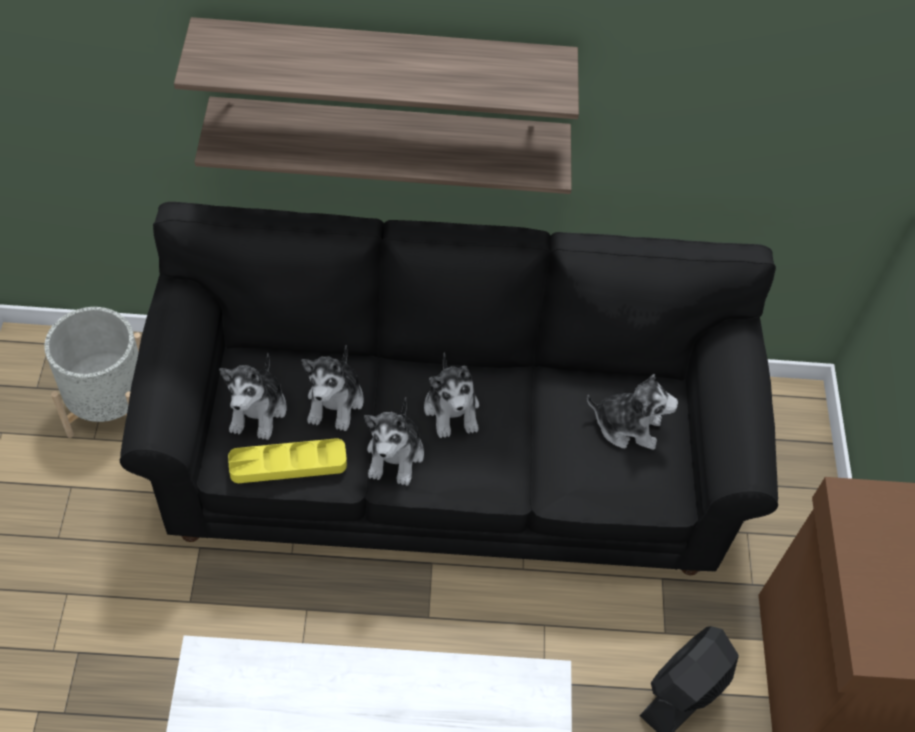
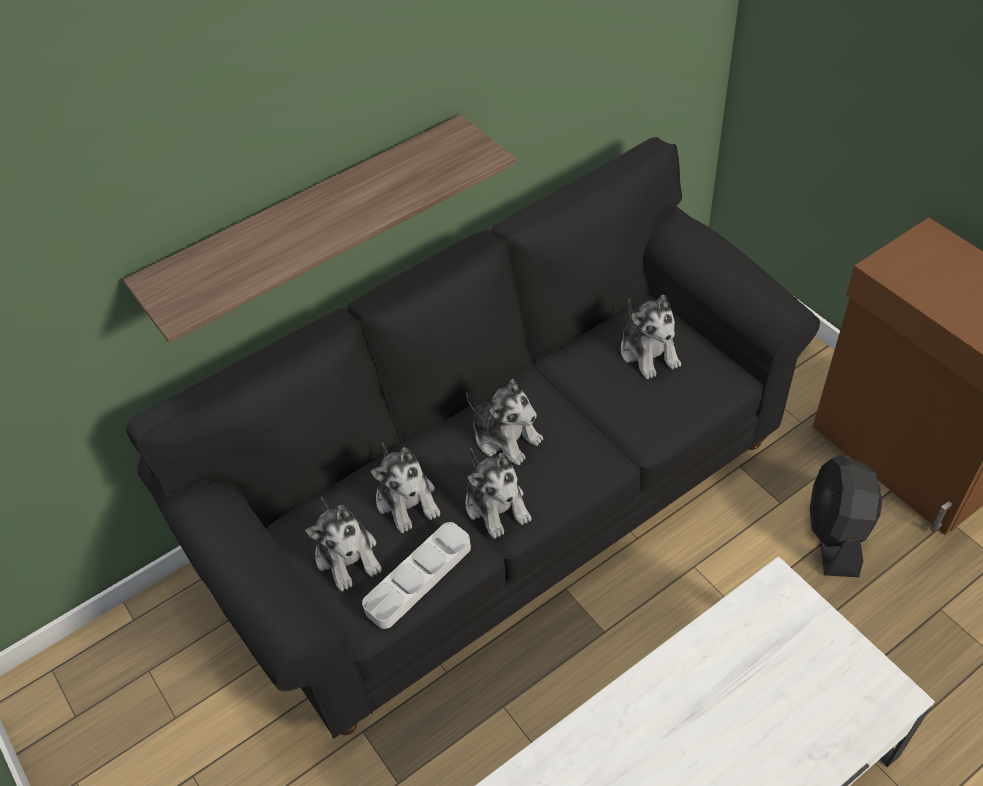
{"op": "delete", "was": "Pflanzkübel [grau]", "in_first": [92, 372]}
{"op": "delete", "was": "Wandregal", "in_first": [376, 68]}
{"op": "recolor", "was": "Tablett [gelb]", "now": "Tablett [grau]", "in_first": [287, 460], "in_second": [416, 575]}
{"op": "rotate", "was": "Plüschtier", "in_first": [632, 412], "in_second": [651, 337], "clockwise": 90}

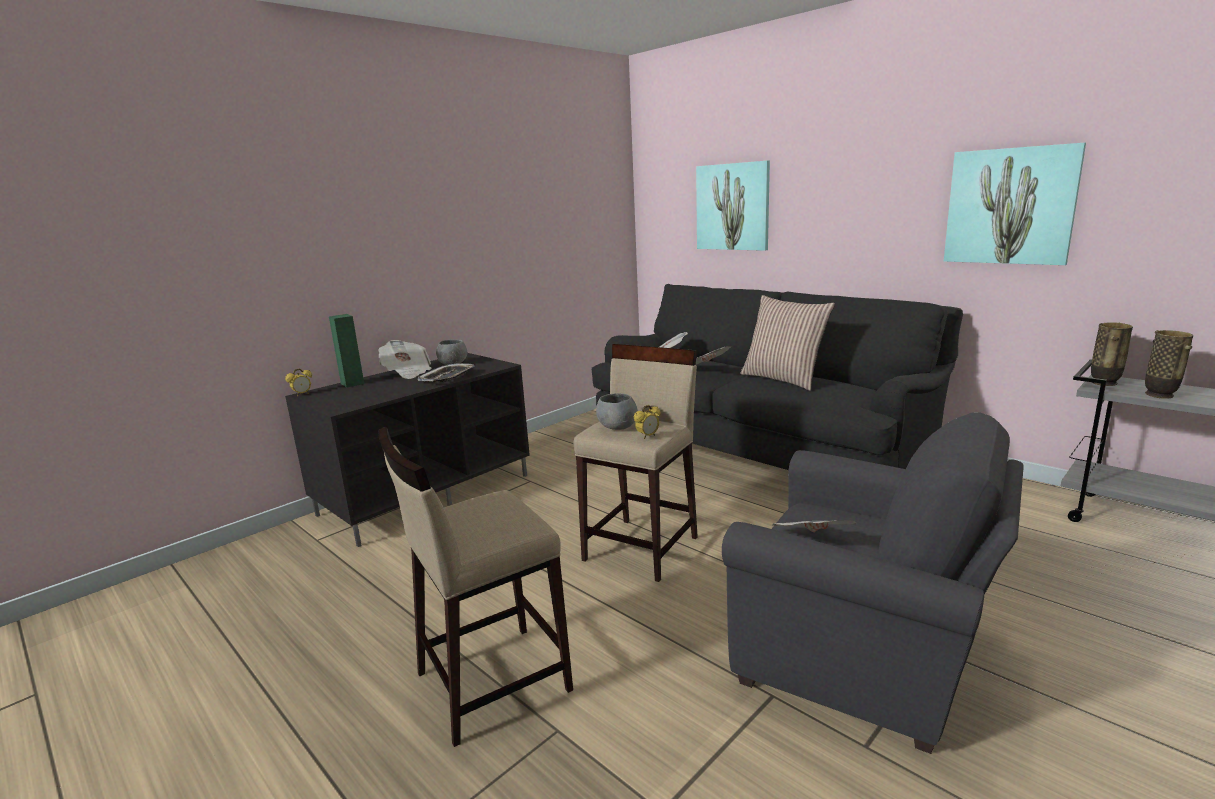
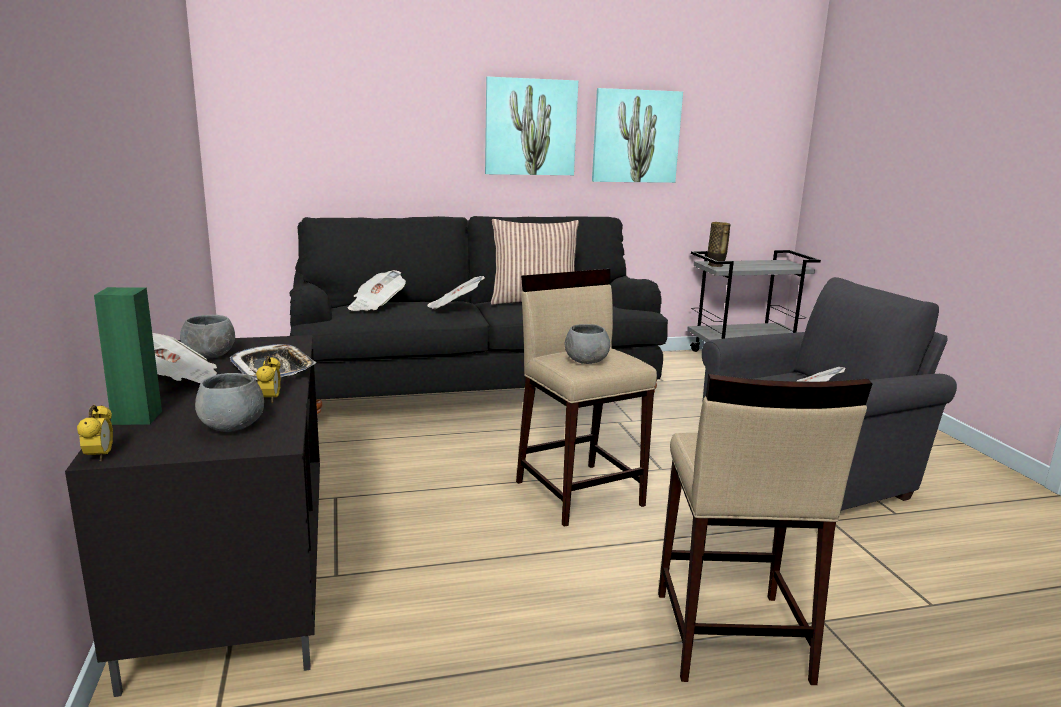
{"op": "move", "was": "Wecker", "in_first": [647, 422], "in_second": [268, 379]}
{"op": "move", "was": "Bild", "in_first": [733, 206], "in_second": [531, 126]}
{"op": "delete", "was": "Vase", "in_first": [1169, 364]}
{"op": "insert", "now": "Schüssel [grau]", "in_second": [229, 402]}

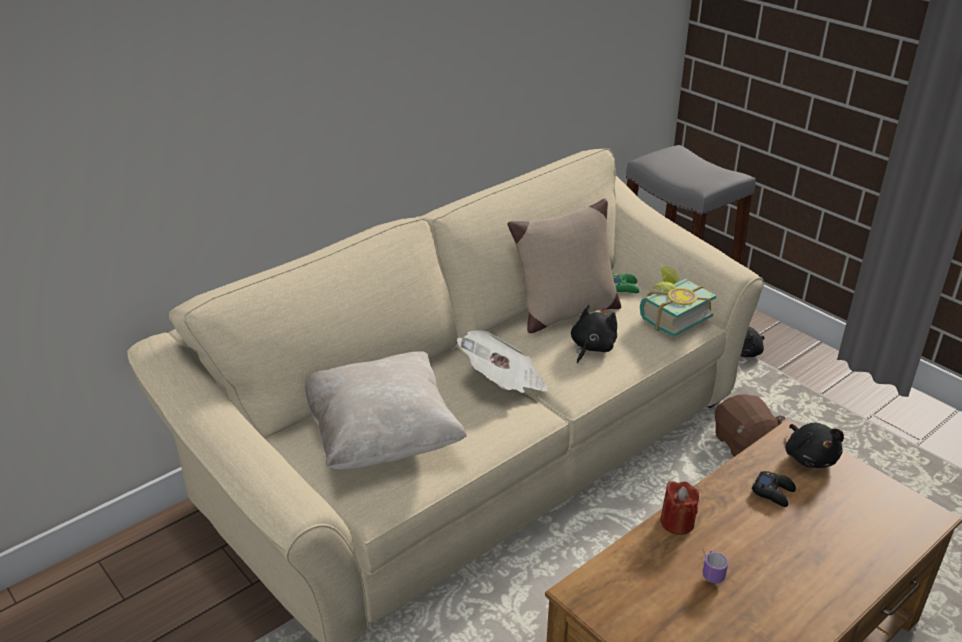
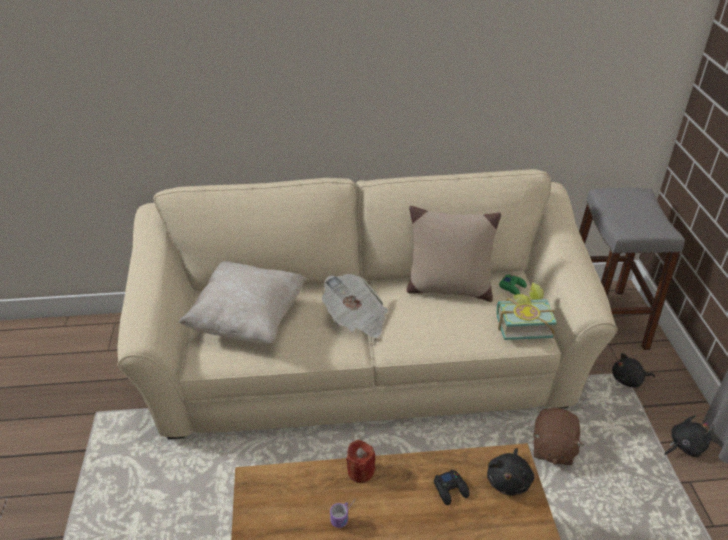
{"op": "move", "was": "Plüschtier [schwarz]", "in_first": [594, 334], "in_second": [688, 436]}

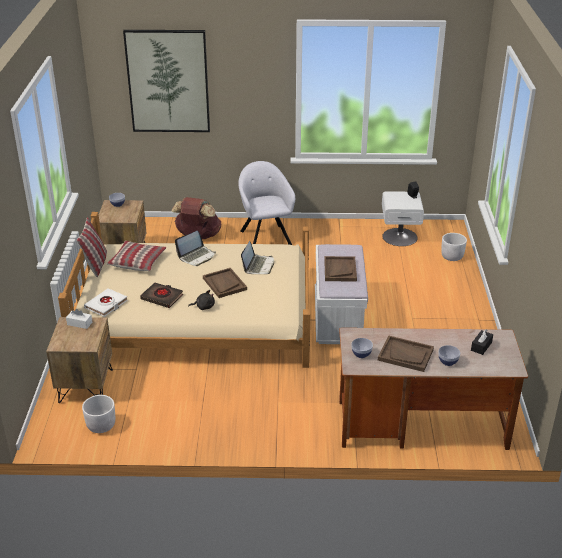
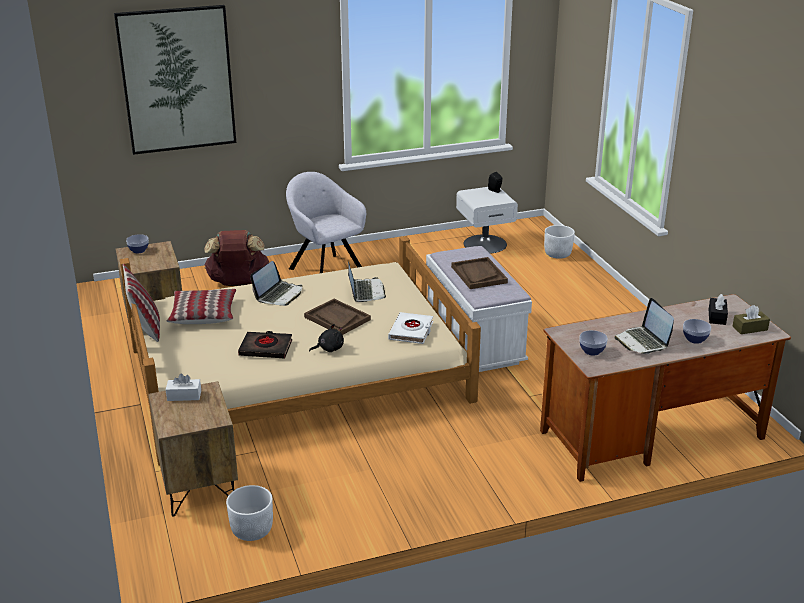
{"op": "move", "was": "Buch [weiß]", "in_first": [106, 302], "in_second": [410, 328]}
{"op": "replace", "was": "Tablett [braun]", "now": "Laptop", "in_first": [406, 354], "in_second": [644, 326]}
{"op": "insert", "now": "Taschentuchbox [braun]", "in_second": [751, 319]}

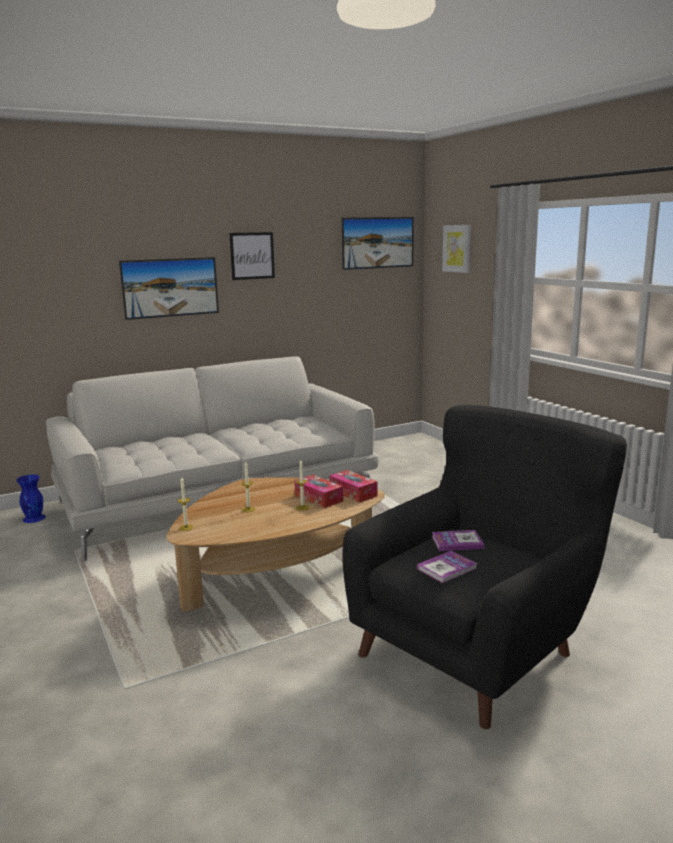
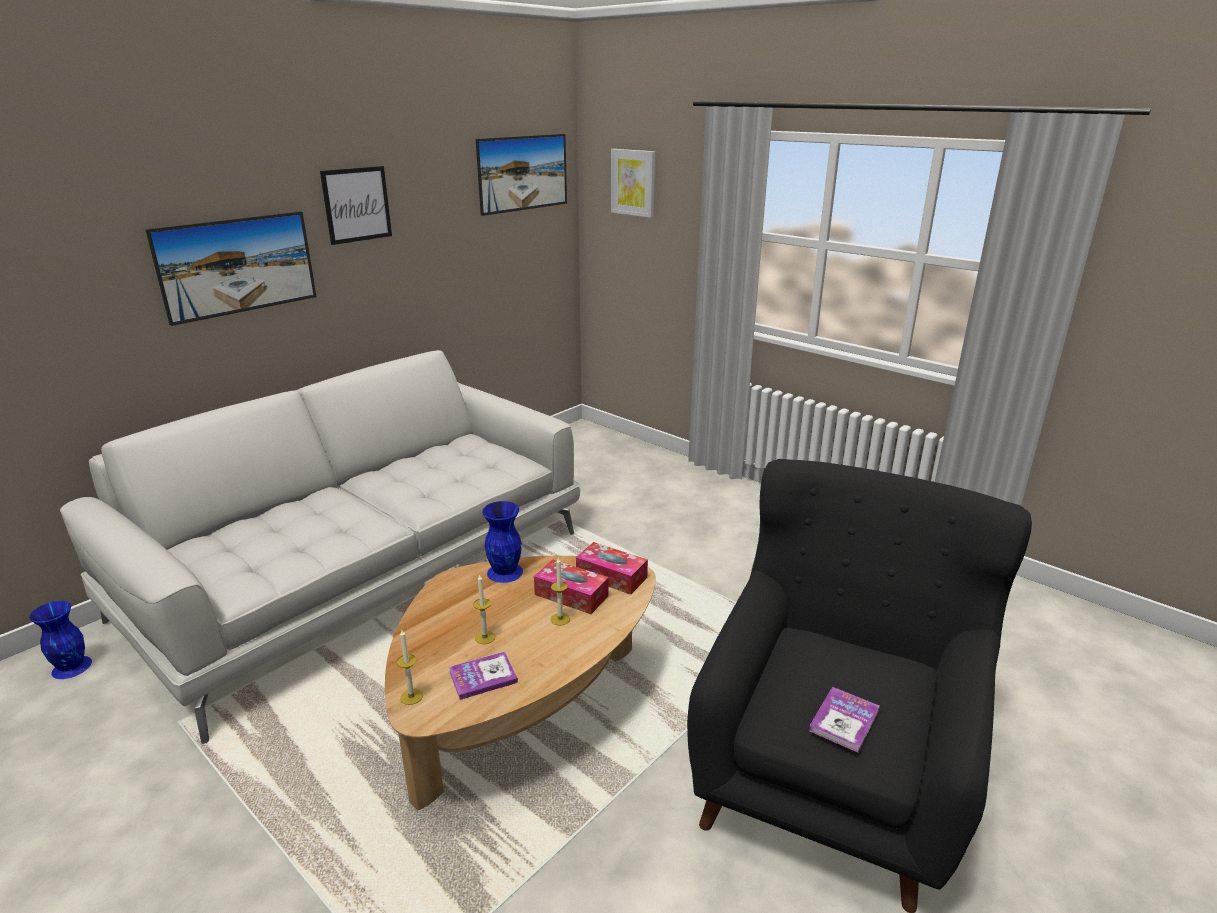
{"op": "move", "was": "Buch", "in_first": [458, 540], "in_second": [483, 675]}
{"op": "insert", "now": "Vase [blau]", "in_second": [502, 542]}

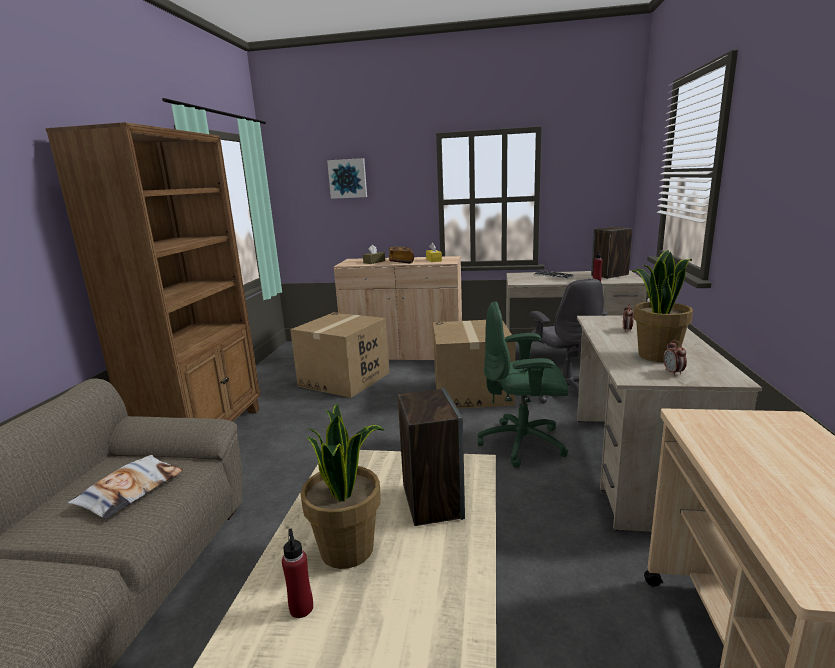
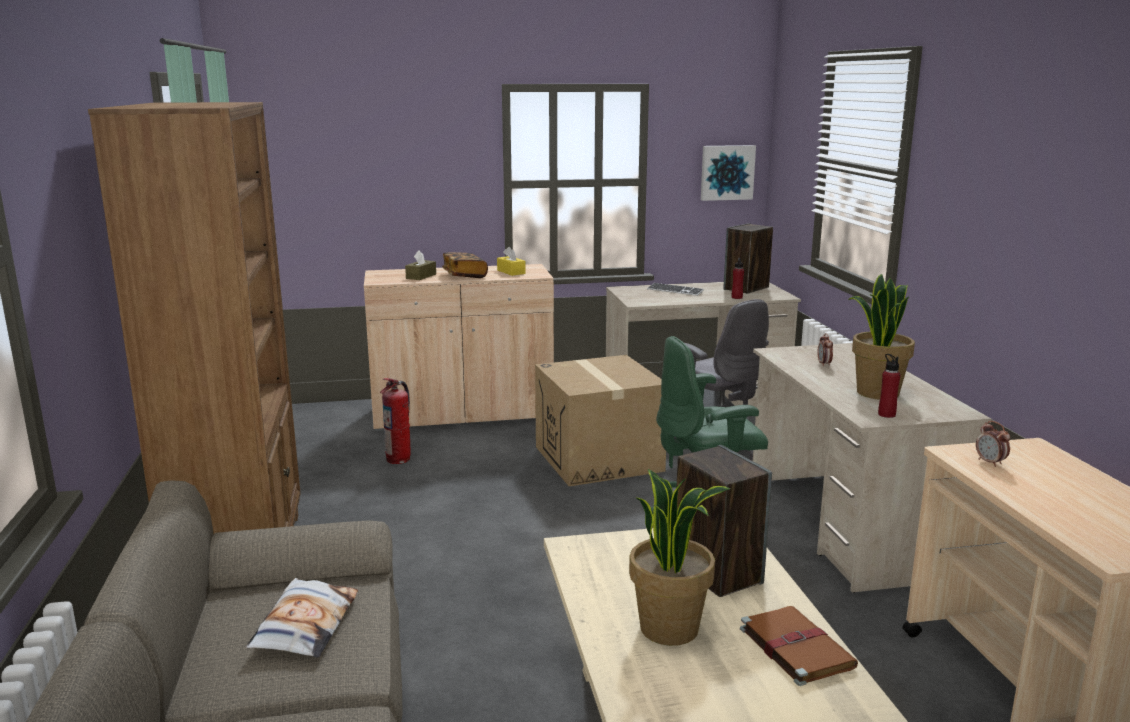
{"op": "move", "was": "Flasche [rot]", "in_first": [297, 573], "in_second": [889, 386]}
{"op": "replace", "was": "Karton", "now": "Feuerlöscher", "in_first": [339, 355], "in_second": [395, 421]}
{"op": "move", "was": "Bild", "in_first": [347, 178], "in_second": [728, 173]}
{"op": "move", "was": "Wecker", "in_first": [675, 358], "in_second": [993, 444]}
{"op": "insert", "now": "Buch [braun]", "in_second": [799, 646]}

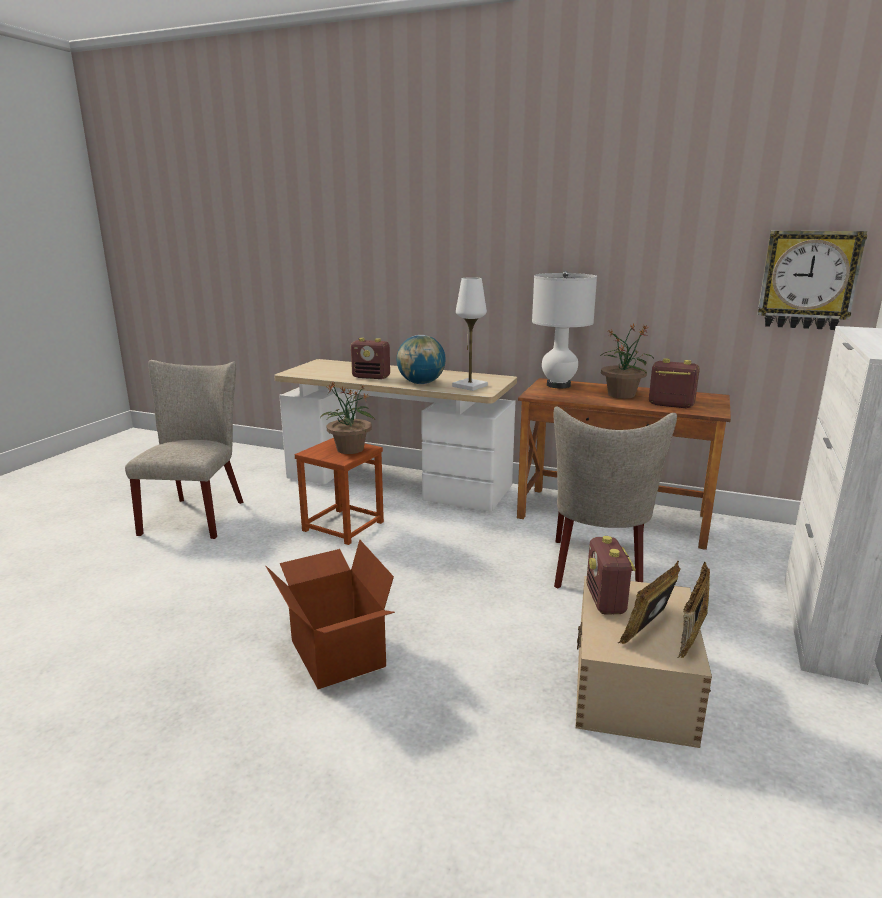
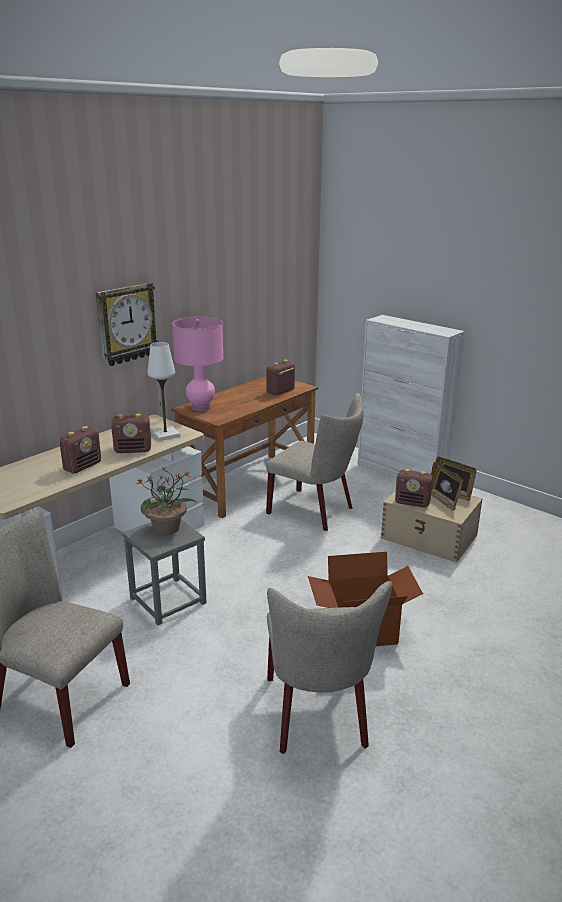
{"op": "recolor", "was": "Hocker [braun]", "now": "Hocker [grau]", "in_first": [339, 491], "in_second": [164, 572]}
{"op": "replace", "was": "Globus", "now": "Radio", "in_first": [421, 359], "in_second": [131, 433]}
{"op": "recolor", "was": "Tischlampe [weiß]", "now": "Tischlampe [rosa]", "in_first": [564, 329], "in_second": [198, 363]}
{"op": "delete", "was": "Topfpflanze", "in_first": [627, 361]}
{"op": "move", "was": "Wanduhr", "in_first": [812, 280], "in_second": [127, 324]}
{"op": "insert", "now": "Stuhl [beige]", "in_second": [329, 667]}

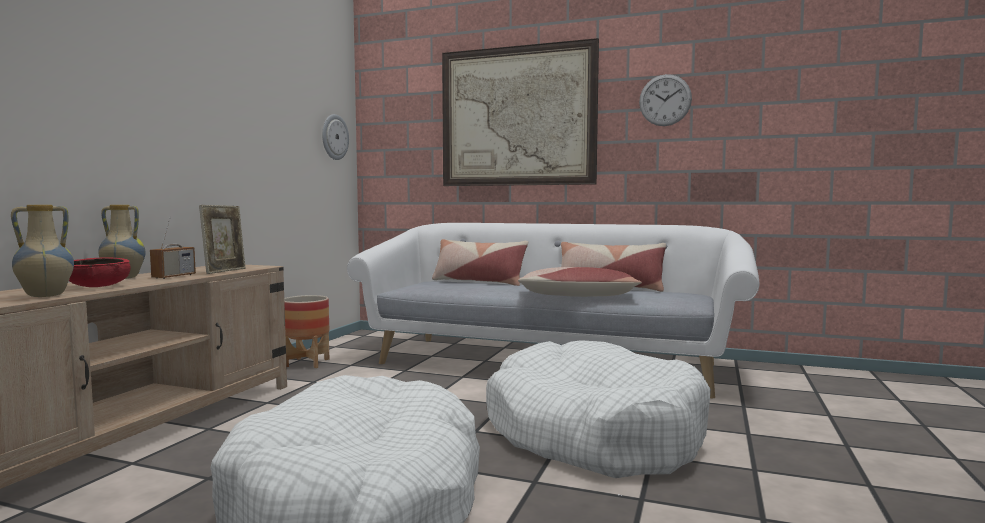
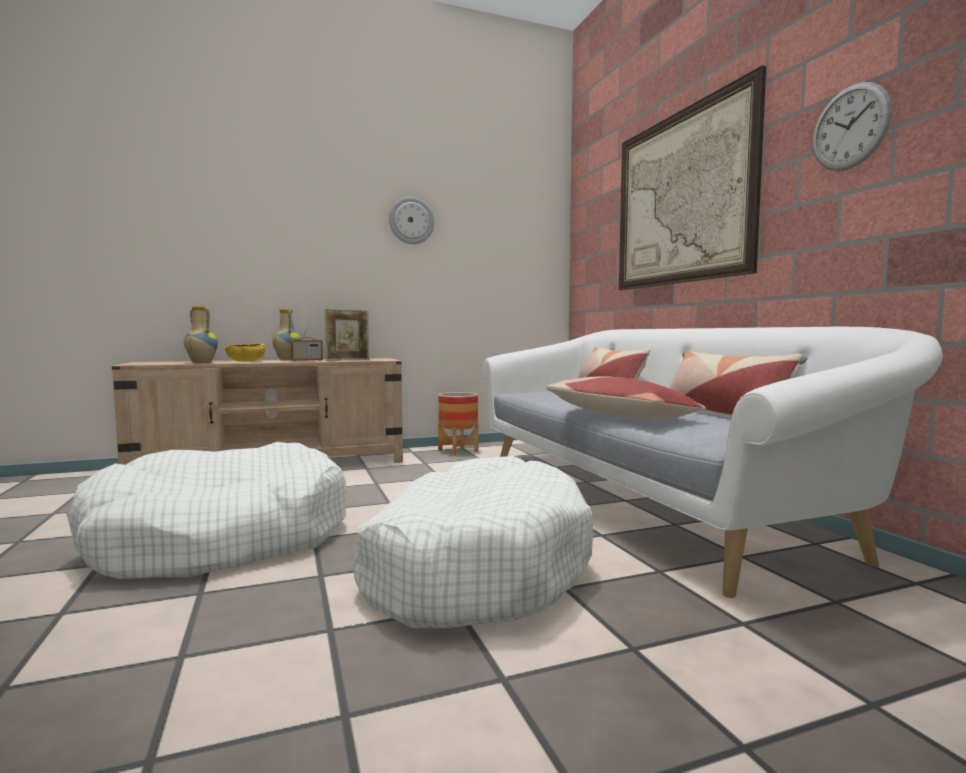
{"op": "recolor", "was": "Schüssel [rot]", "now": "Schüssel [gelb]", "in_first": [100, 272], "in_second": [244, 353]}
{"op": "move", "was": "Wanduhr", "in_first": [335, 137], "in_second": [411, 220]}

